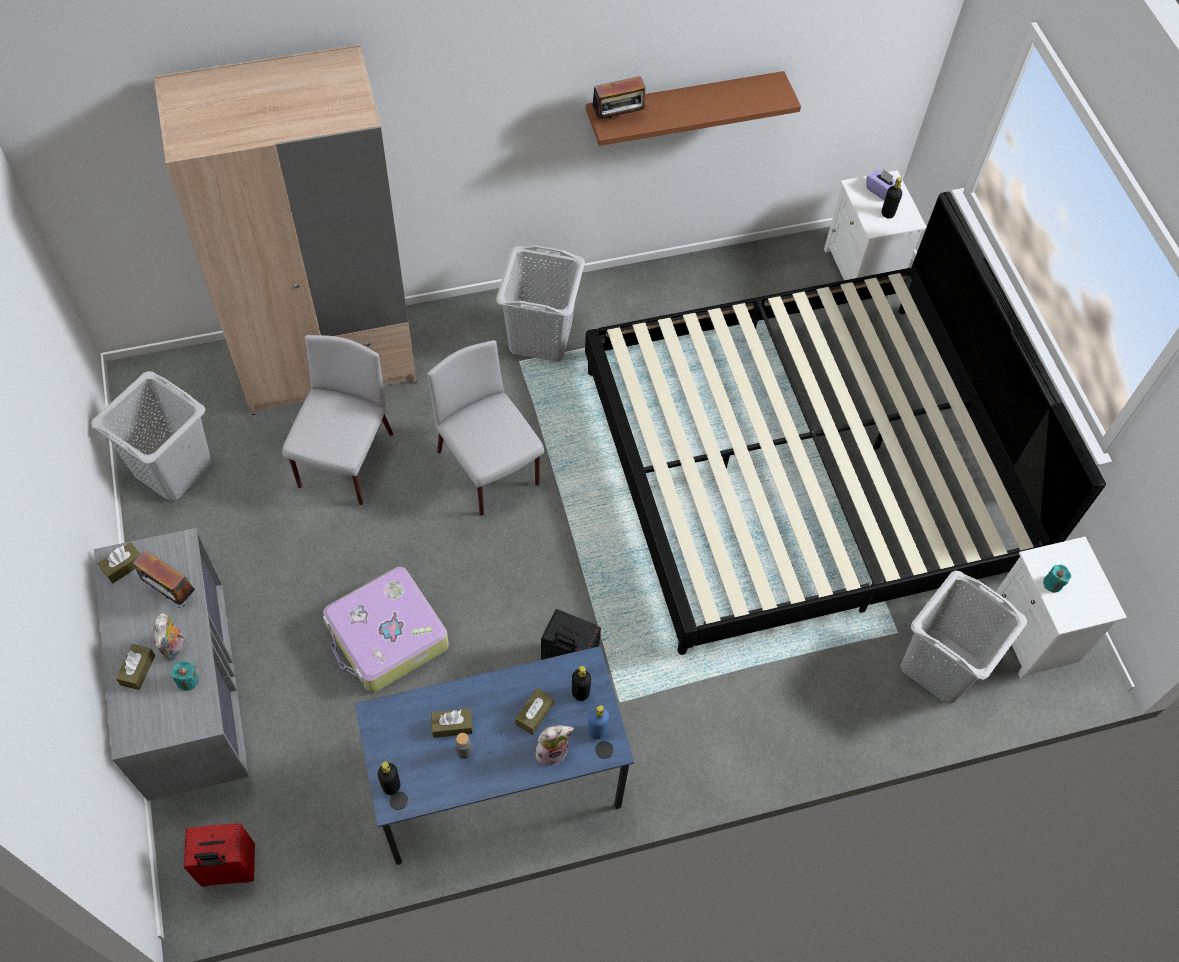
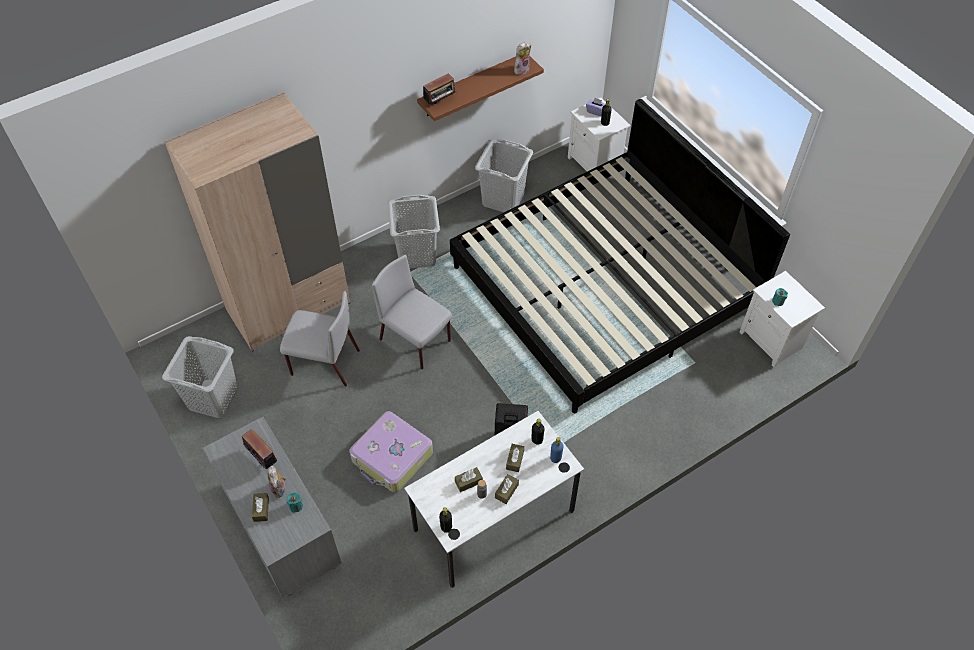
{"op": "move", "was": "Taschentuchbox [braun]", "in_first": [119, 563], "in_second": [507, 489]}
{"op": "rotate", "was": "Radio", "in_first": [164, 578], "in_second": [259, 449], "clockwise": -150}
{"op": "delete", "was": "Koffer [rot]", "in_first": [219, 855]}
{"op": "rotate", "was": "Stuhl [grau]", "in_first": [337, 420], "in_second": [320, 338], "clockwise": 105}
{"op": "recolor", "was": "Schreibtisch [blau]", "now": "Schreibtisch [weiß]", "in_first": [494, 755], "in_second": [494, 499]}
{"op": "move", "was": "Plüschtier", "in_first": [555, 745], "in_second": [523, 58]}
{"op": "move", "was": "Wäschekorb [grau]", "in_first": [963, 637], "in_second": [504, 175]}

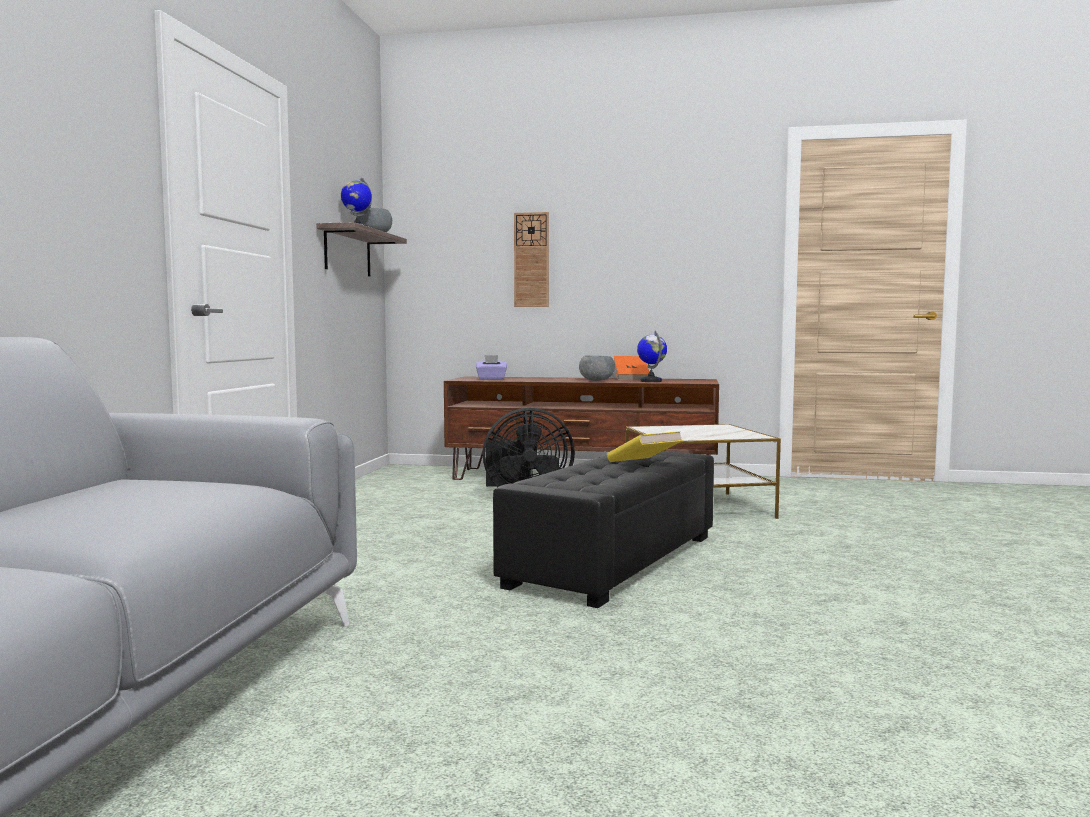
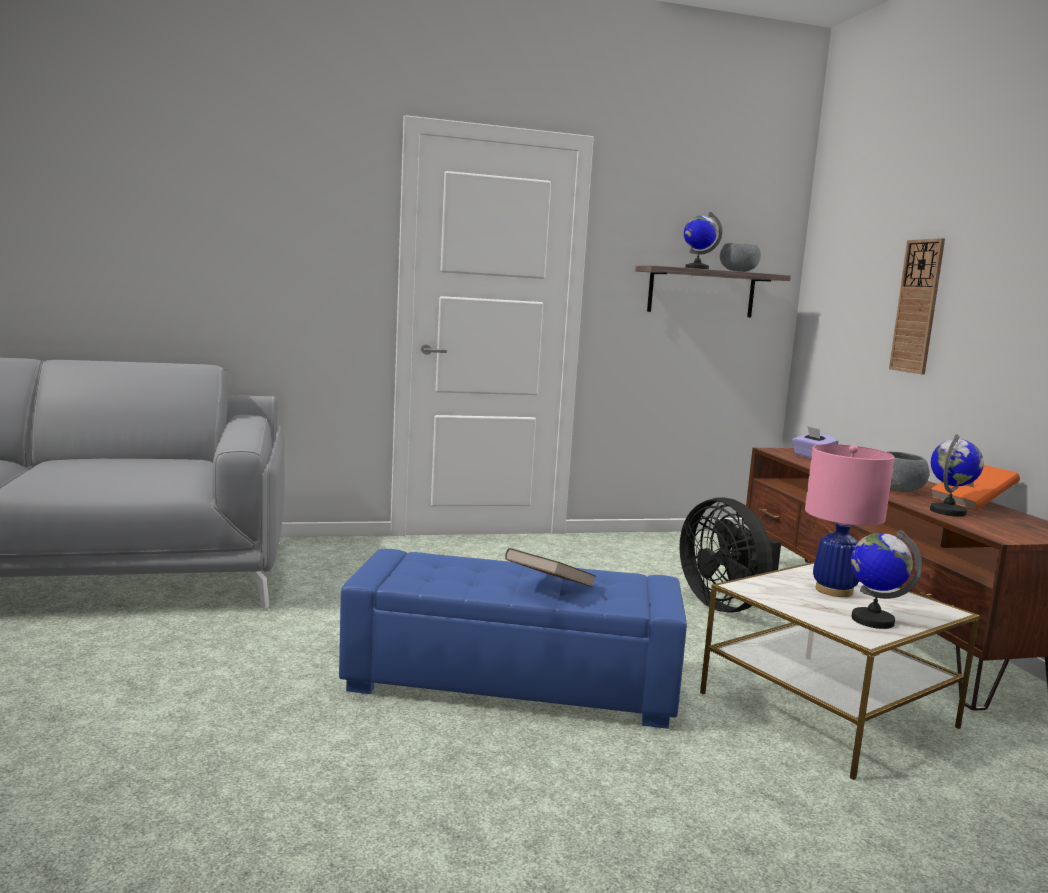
{"op": "recolor", "was": "Polsterhocker [schwarz]", "now": "Polsterhocker [blau]", "in_first": [603, 529], "in_second": [513, 639]}
{"op": "recolor", "was": "Buch [gelb]", "now": "Buch [braun]", "in_first": [645, 446], "in_second": [550, 567]}
{"op": "insert", "now": "Tischlampe [rosa]", "in_second": [850, 520]}
{"op": "insert", "now": "Globus", "in_second": [886, 579]}

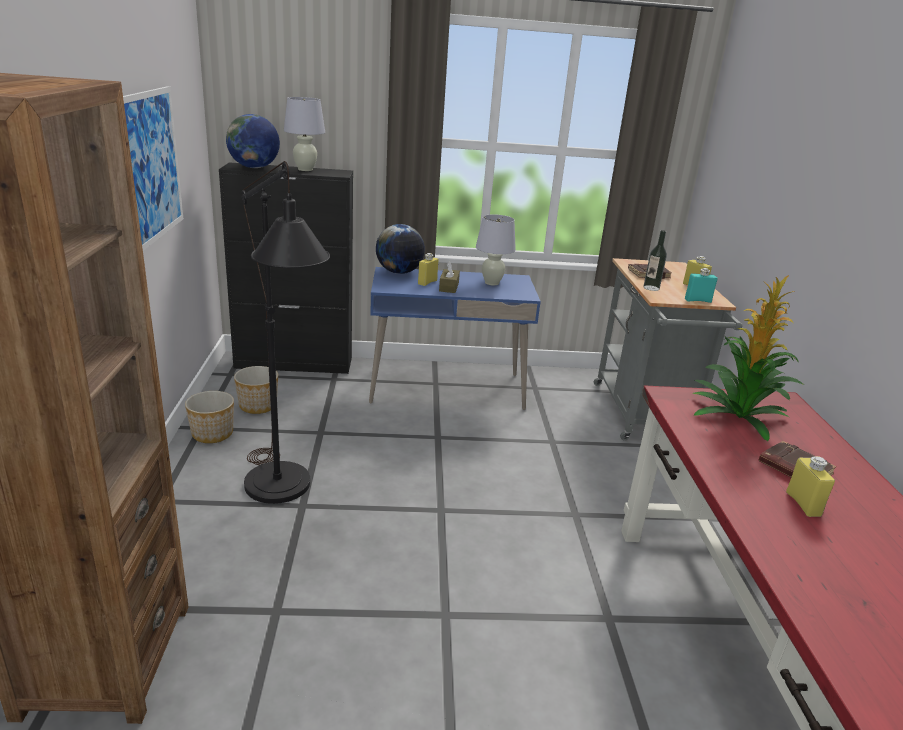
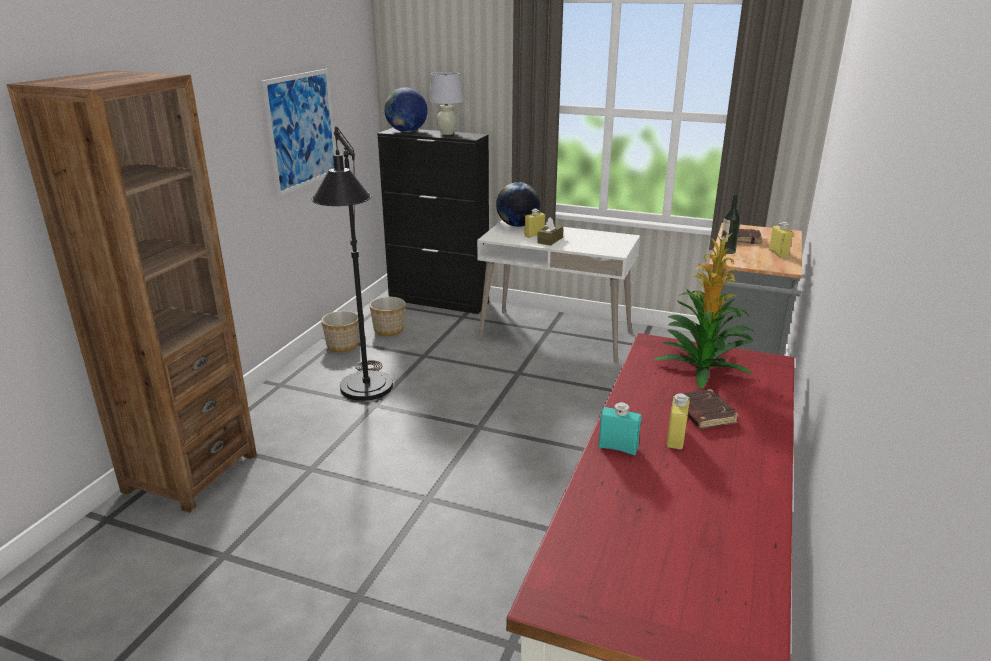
{"op": "recolor", "was": "Schreibtisch [blau]", "now": "Schreibtisch [weiß]", "in_first": [455, 338], "in_second": [558, 291]}
{"op": "delete", "was": "Tischlampe [weiß]", "in_first": [496, 249]}
{"op": "move", "was": "Flasche [türkis]", "in_first": [701, 285], "in_second": [619, 428]}

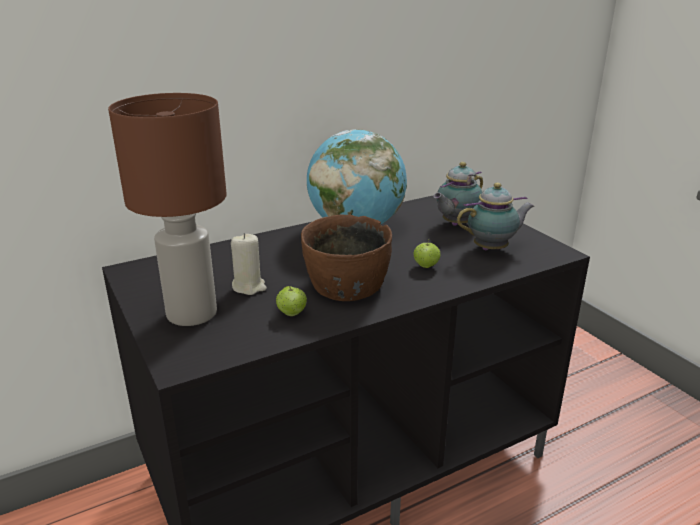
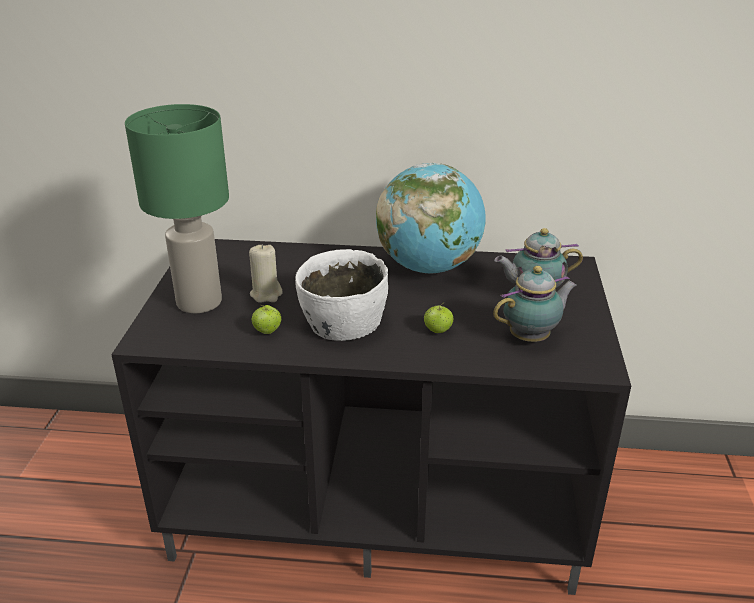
{"op": "recolor", "was": "Tischlampe [braun]", "now": "Tischlampe [grün]", "in_first": [167, 209], "in_second": [177, 208]}
{"op": "recolor", "was": "Schüssel [braun]", "now": "Schüssel [weiß]", "in_first": [346, 257], "in_second": [341, 295]}
{"op": "rotate", "was": "Teekanne", "in_first": [495, 216], "in_second": [535, 304], "clockwise": -45}

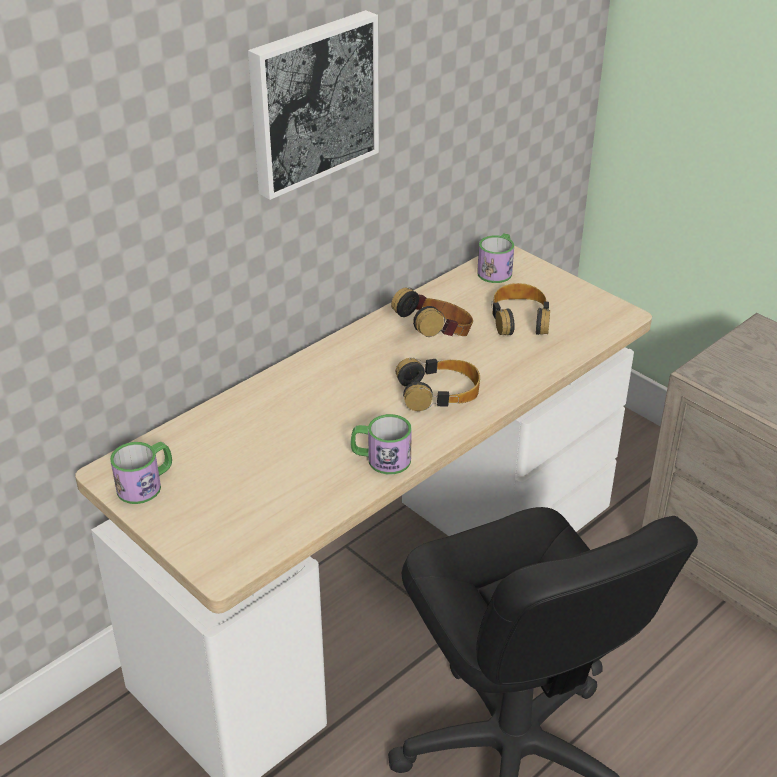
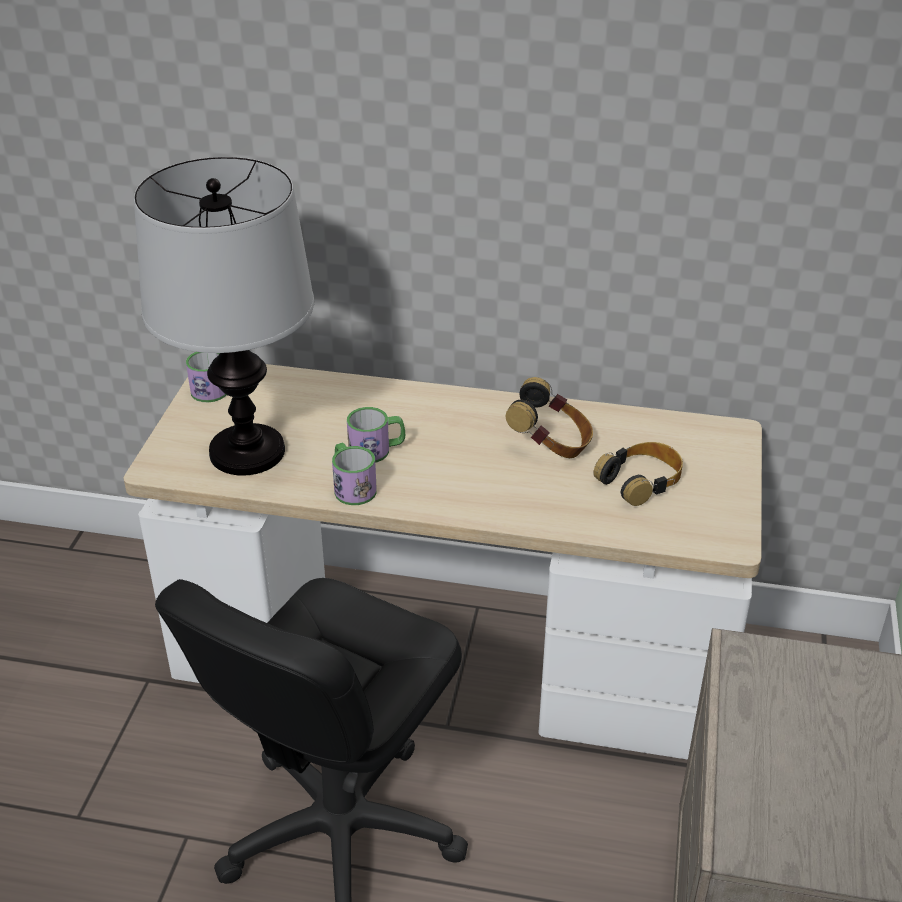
{"op": "delete", "was": "Bild", "in_first": [313, 105]}
{"op": "delete", "was": "Kopfhörer", "in_first": [438, 384]}
{"op": "move", "was": "Henkelbecher", "in_first": [495, 258], "in_second": [376, 435]}
{"op": "insert", "now": "Tischlampe", "in_second": [224, 316]}

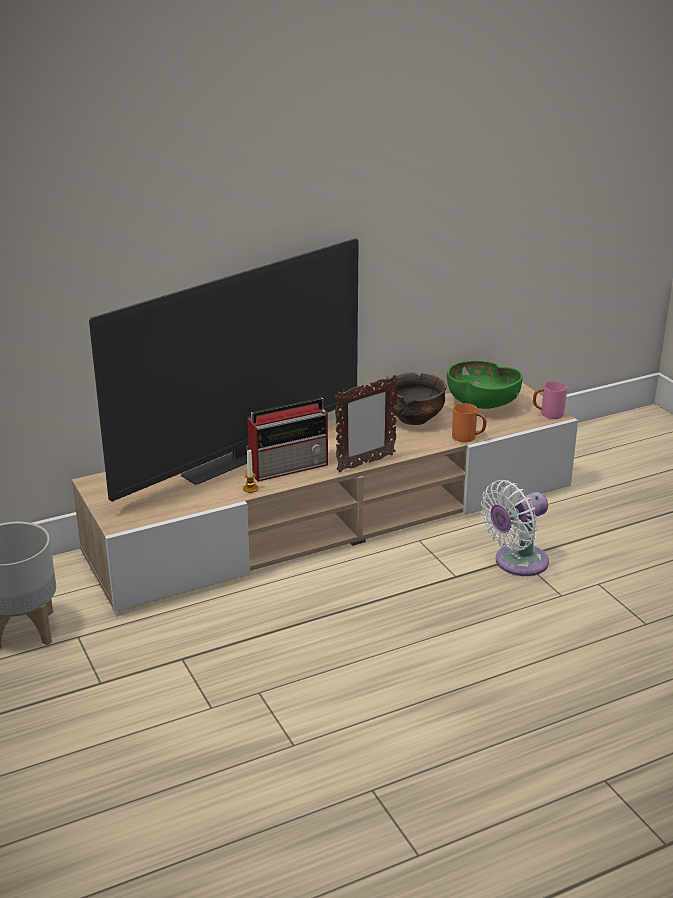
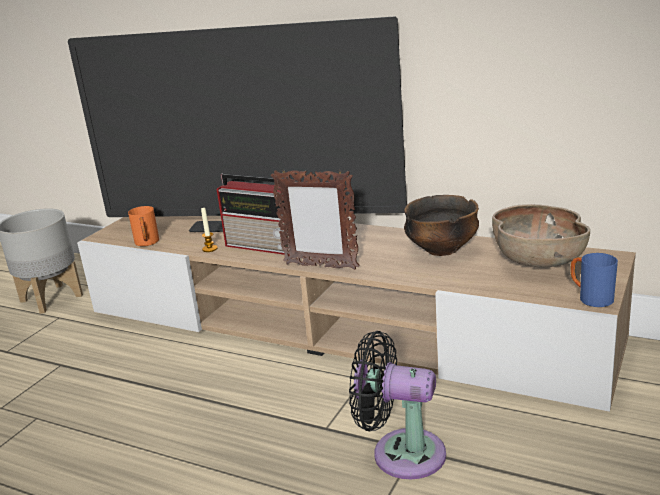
{"op": "recolor", "was": "Schüssel [grün]", "now": "Schüssel [braun]", "in_first": [485, 384], "in_second": [541, 235]}
{"op": "move", "was": "Henkelbecher [orange]", "in_first": [469, 422], "in_second": [143, 226]}
{"op": "recolor", "was": "Ventilator [weiß]", "now": "Ventilator [schwarz]", "in_first": [515, 528], "in_second": [397, 405]}
{"op": "recolor", "was": "Henkelbecher [rosa]", "now": "Henkelbecher [blau]", "in_first": [550, 400], "in_second": [594, 280]}

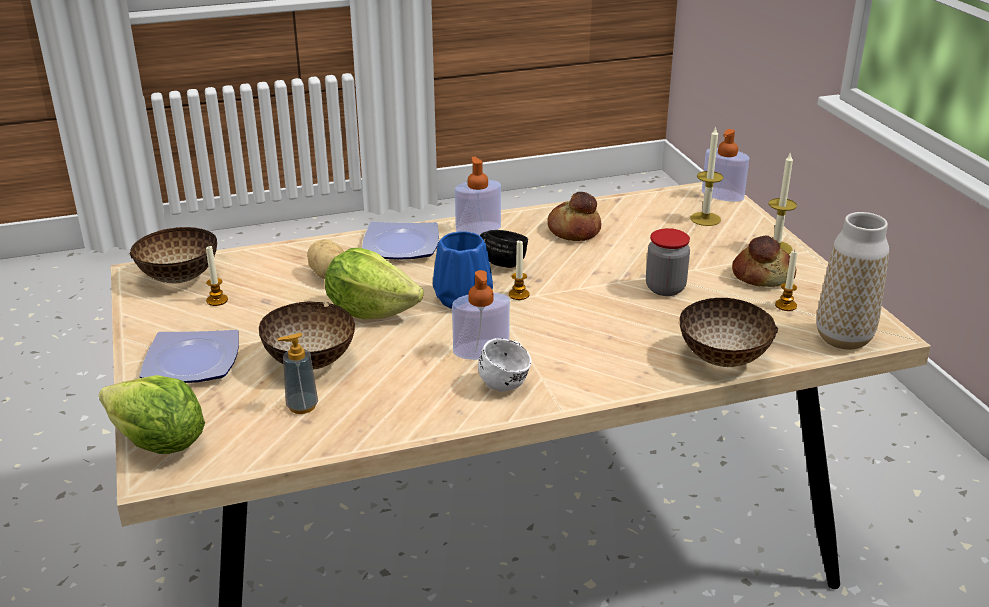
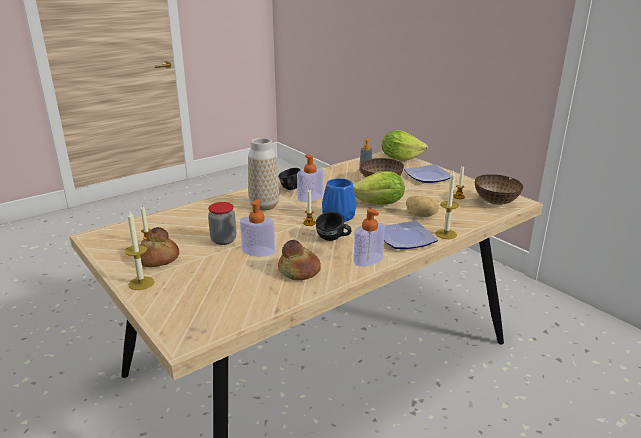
{"op": "recolor", "was": "Henkelbecher [weiß]", "now": "Henkelbecher [schwarz]", "in_first": [505, 365], "in_second": [289, 179]}
{"op": "delete", "was": "Schüssel", "in_first": [728, 332]}
{"op": "move", "was": "Kerze", "in_first": [707, 176], "in_second": [447, 204]}
{"op": "move", "was": "Seifenspender", "in_first": [725, 165], "in_second": [257, 228]}
{"op": "move", "was": "Vase", "in_first": [852, 281], "in_second": [263, 174]}

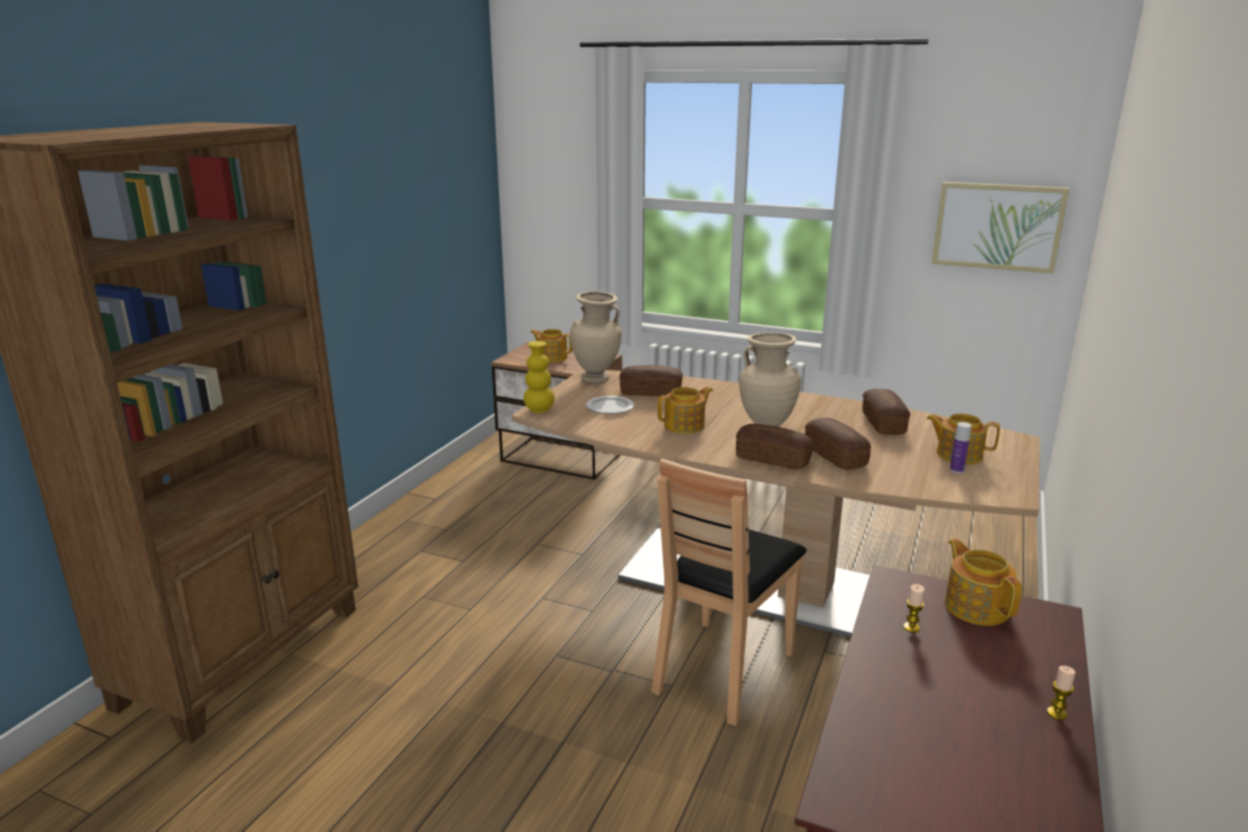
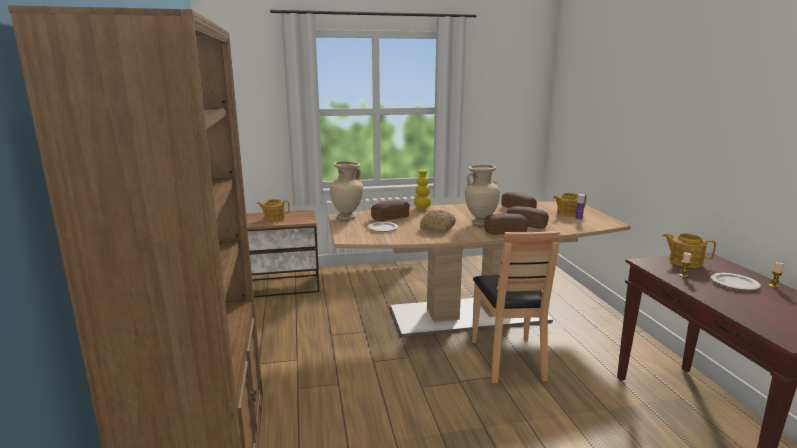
{"op": "move", "was": "Vase [gelb]", "in_first": [539, 377], "in_second": [422, 190]}
{"op": "replace", "was": "Teekanne", "now": "Brot", "in_first": [685, 410], "in_second": [438, 221]}
{"op": "delete", "was": "Bild", "in_first": [1000, 227]}
{"op": "insert", "now": "Teller", "in_second": [736, 281]}

